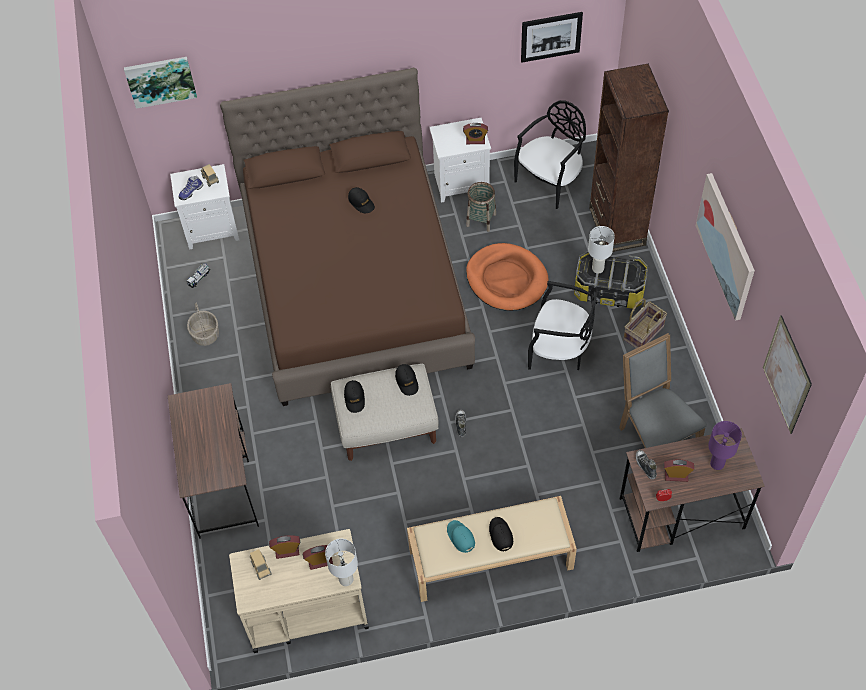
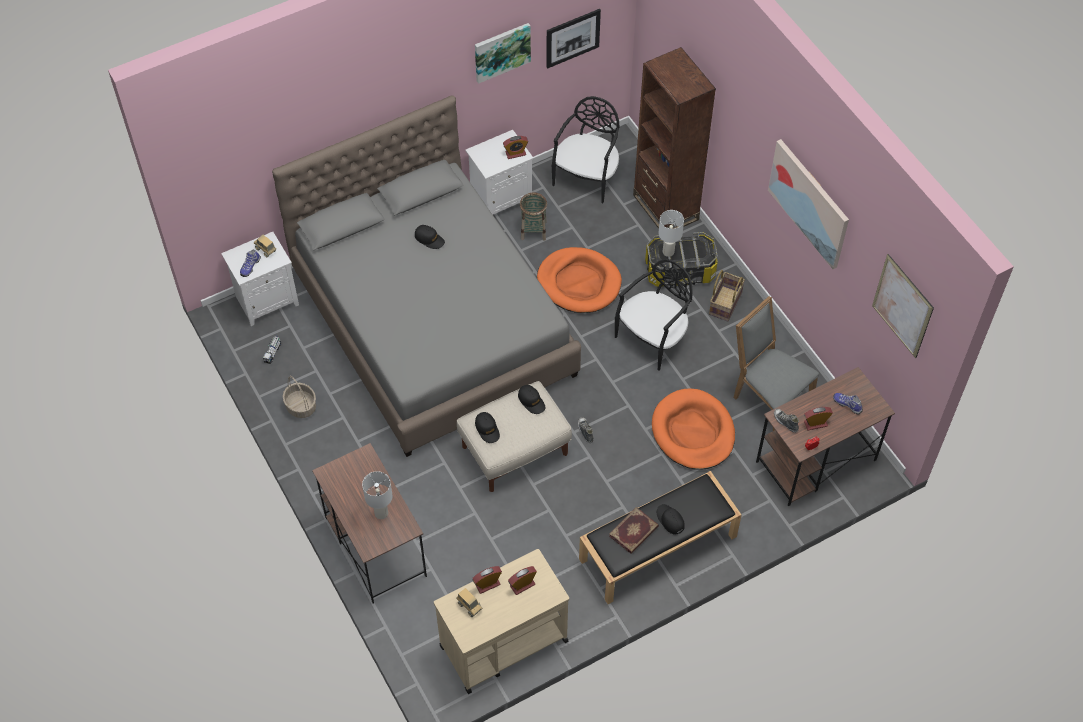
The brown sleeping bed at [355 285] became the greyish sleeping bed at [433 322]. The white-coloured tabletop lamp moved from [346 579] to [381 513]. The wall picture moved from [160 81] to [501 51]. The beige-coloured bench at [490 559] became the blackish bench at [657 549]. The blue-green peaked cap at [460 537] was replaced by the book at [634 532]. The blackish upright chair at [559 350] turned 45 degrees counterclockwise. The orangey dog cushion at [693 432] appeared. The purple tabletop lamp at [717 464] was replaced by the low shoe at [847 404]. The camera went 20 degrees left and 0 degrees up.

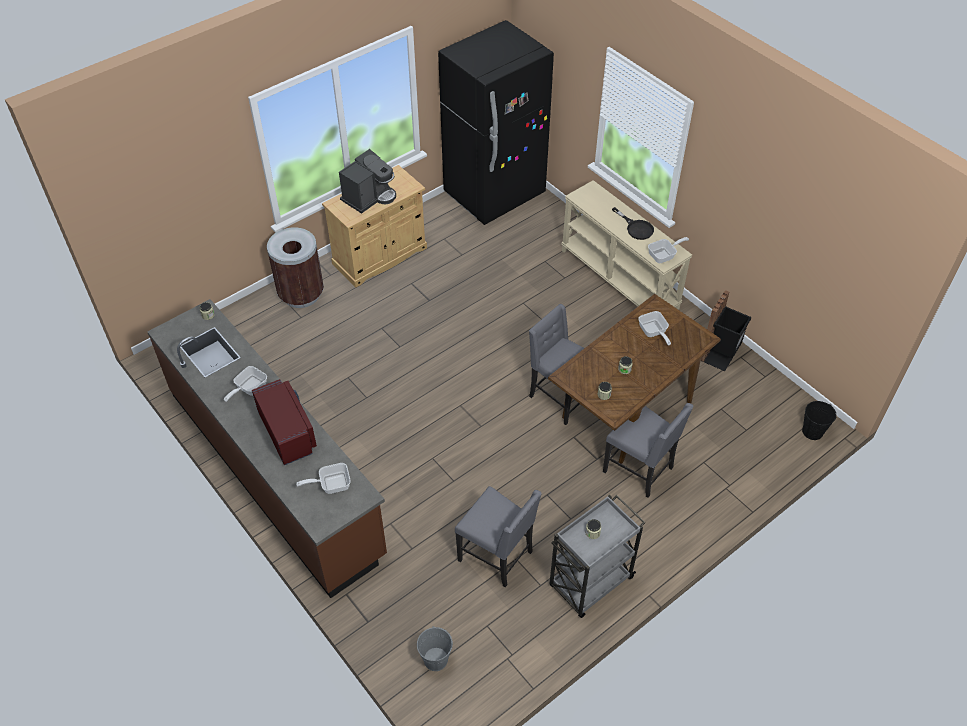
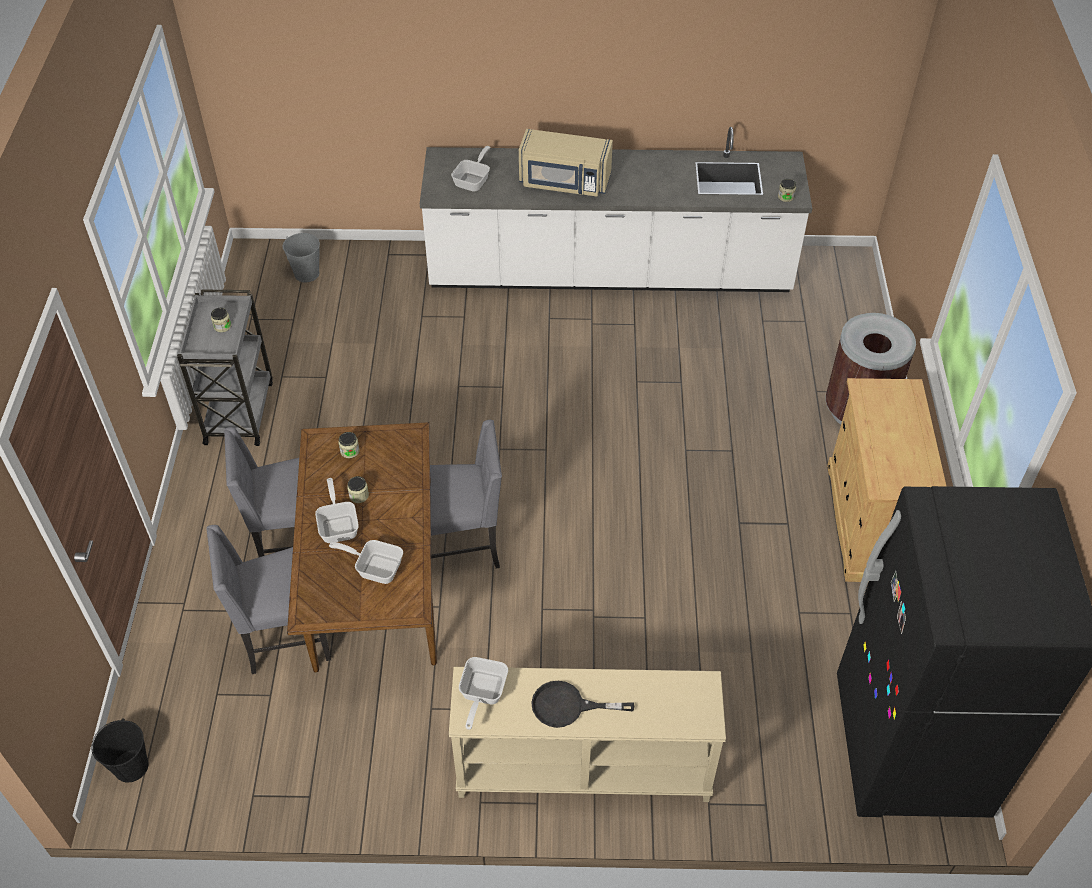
The greyish upright chair moved from [497 556] to [284 638]. The pan moved from [249 389] to [339 525]. The brown kitchen counter at [275 471] became the white-coloured kitchen counter at [609 273]. The red microwave oven at [288 432] became the beige-coloured microwave oven at [564 182]. The coffee machine at [369 197] disappeared. The blackish waste bin at [720 355] disappeared. The camera went 130 degrees right and 0 degrees up.

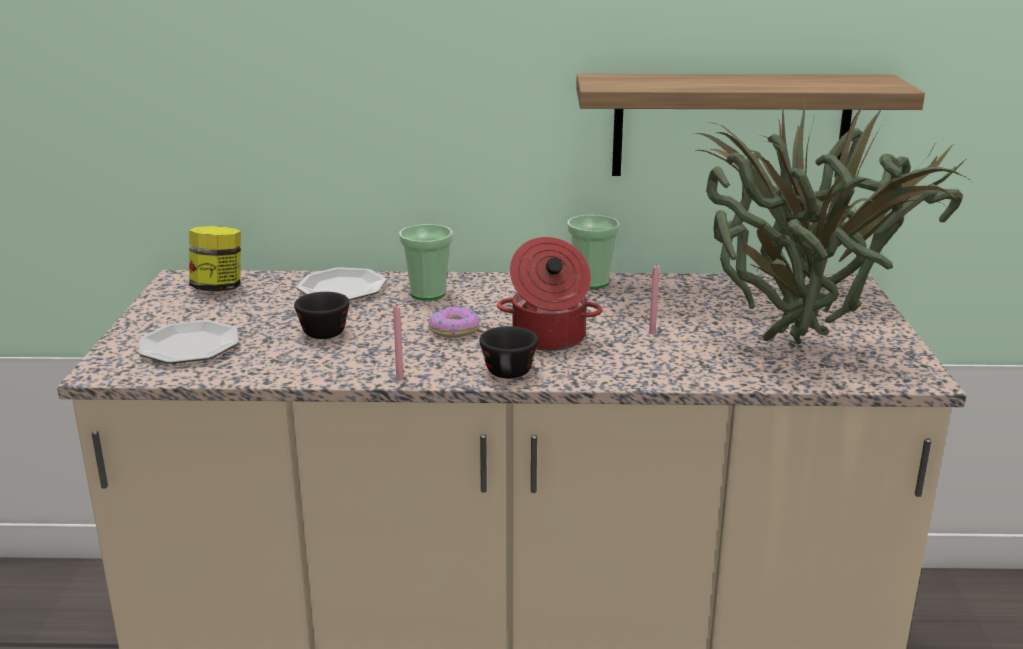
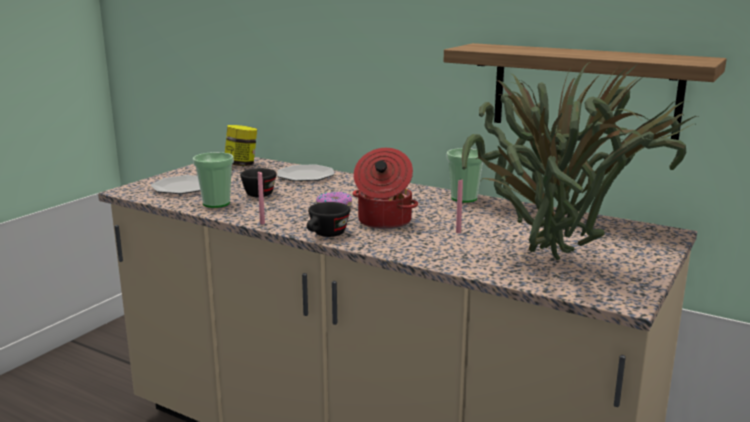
The small cup moved from [428 293] to [216 203]. The camera went 30 degrees right and 5 degrees down.

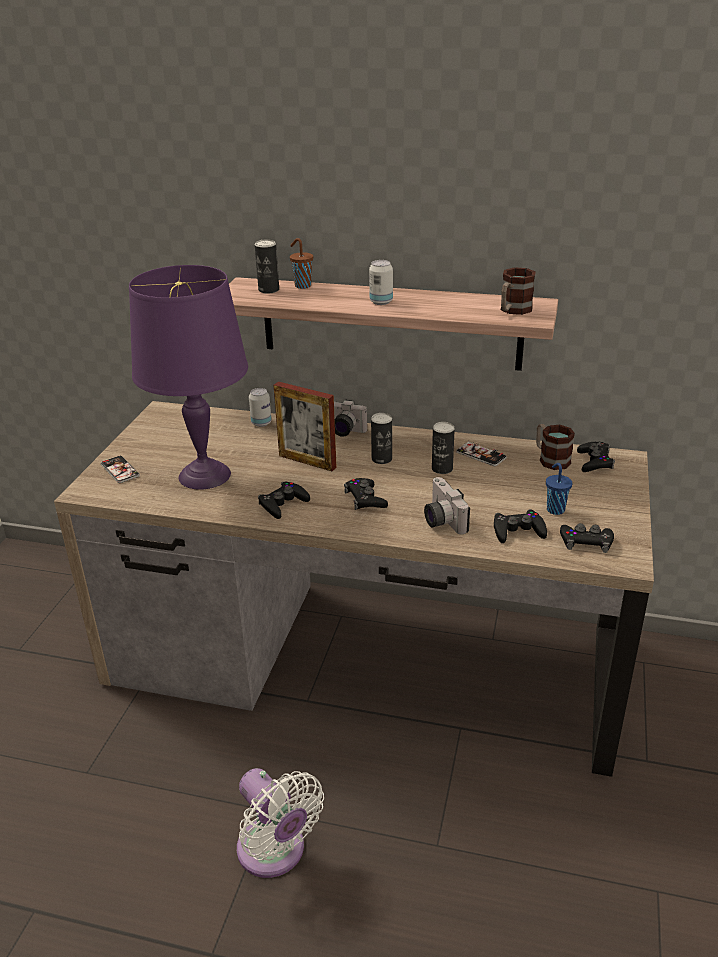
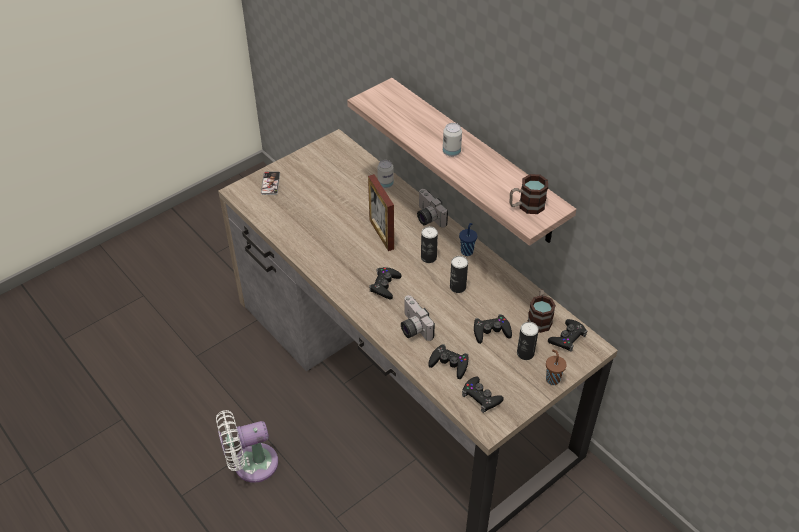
The white-coloured cooling fan at [275 853] turned 75 degrees clockwise. The photo camera at [440 520] turned 45 degrees counterclockwise. The blue-coloured small cup moved from [555 509] to [467 251]. The blackish joypad moved from [283 504] to [491 331]. The metal can moved from [269 290] to [525 353]. The brown small cup moved from [302 286] to [552 379]. The purple tabletop lamp at [204 475] disappeared. The telephone at [481 455] disappeared. The camera went 35 degrees right and 15 degrees up.

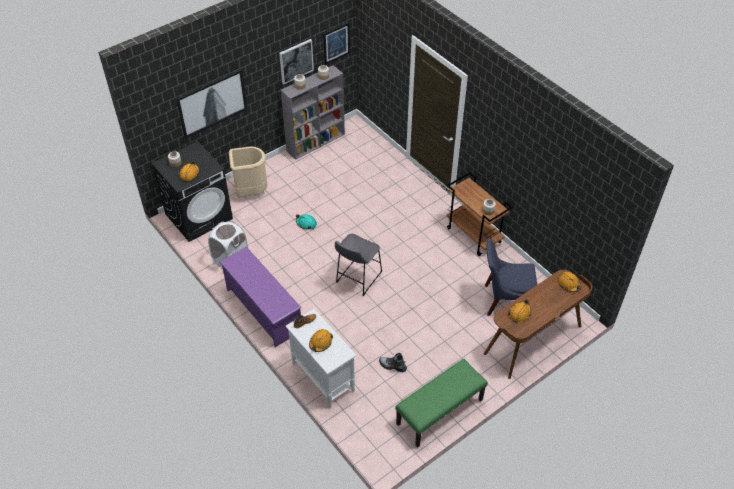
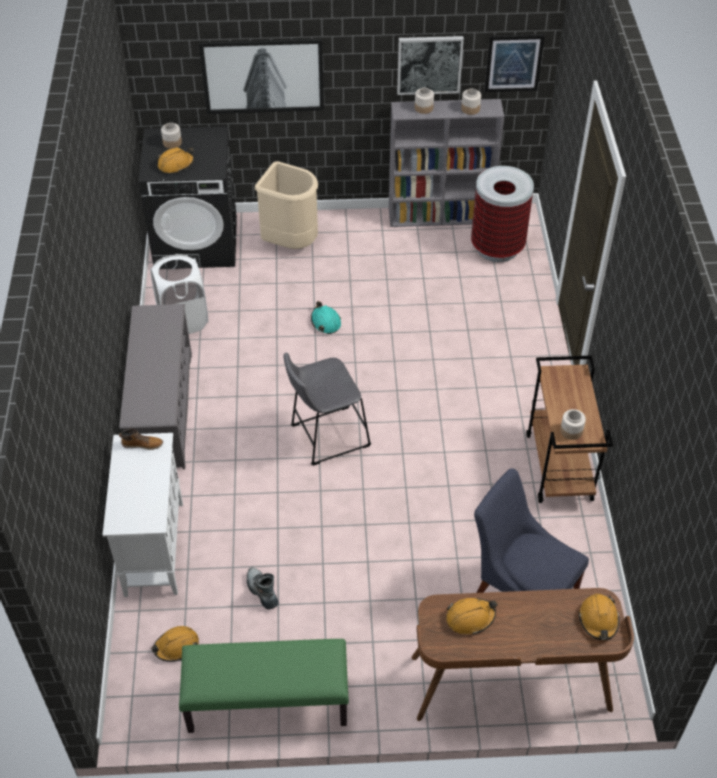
The purple shoe stand at [263 310] became the greyish shoe stand at [162 410]. The orangey hard hat moved from [320 342] to [176 646]. The waste bin at [497 247] appeared. The camera went 35 degrees right and 0 degrees up.

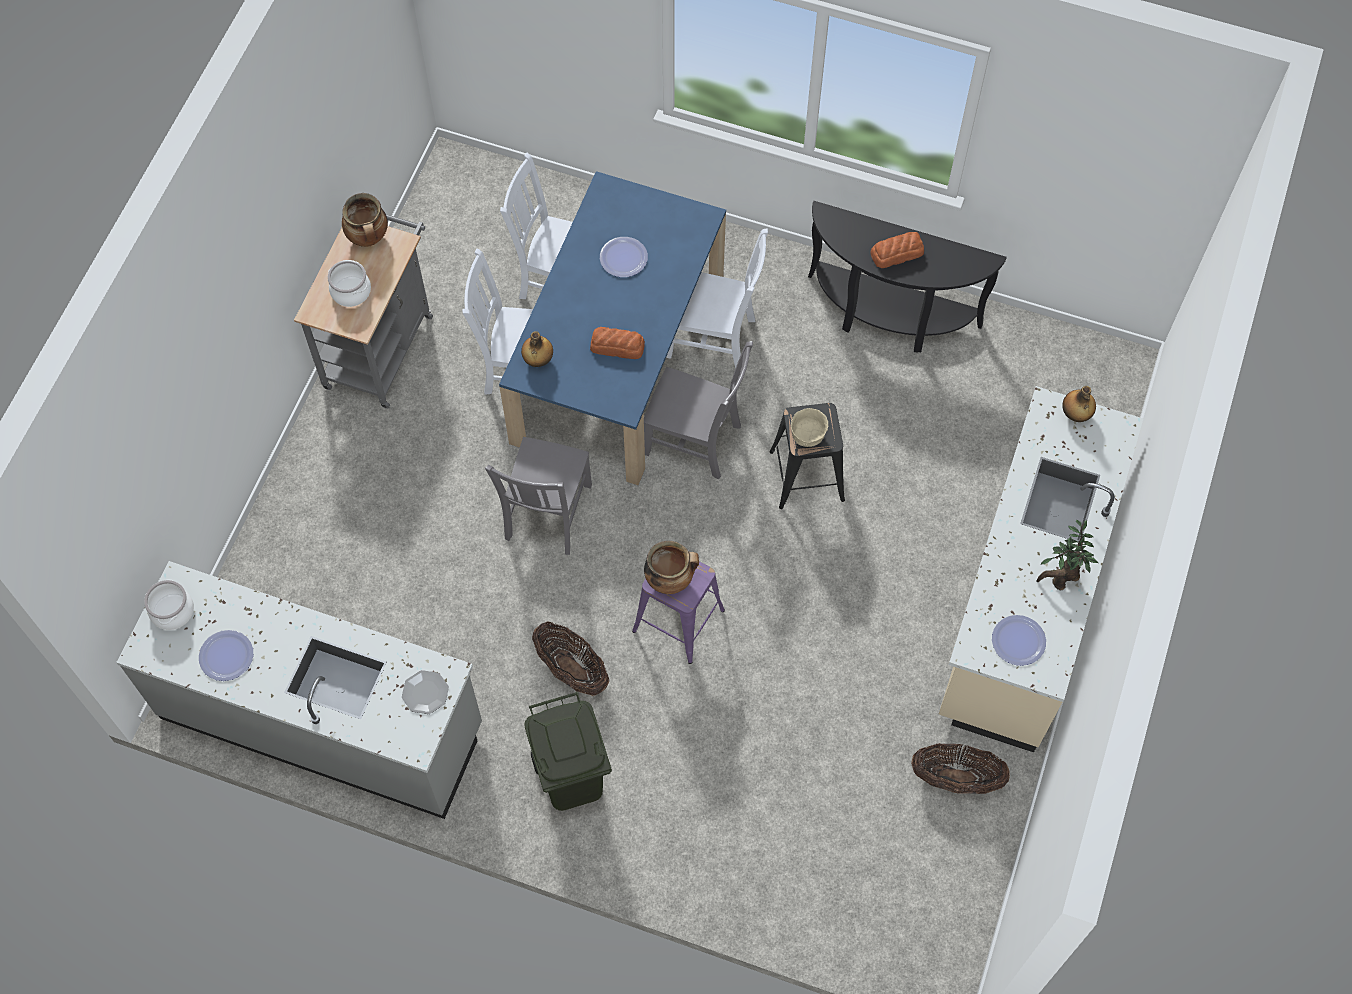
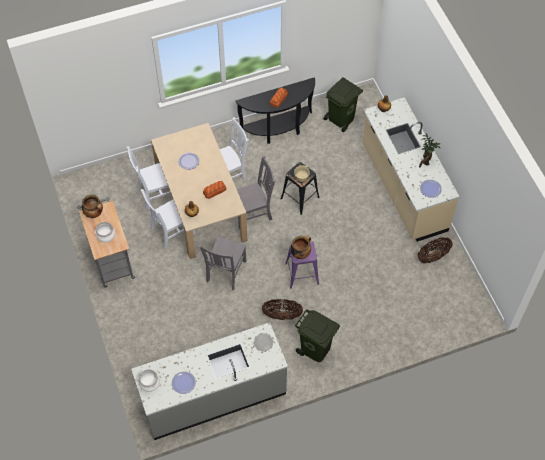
The blue-coloured kitchen table at [617 358] became the beige-coloured kitchen table at [200 204]. The greyish upright chair at [547 515] turned 45 degrees clockwise. The green-coloured waste bin at [341 119] appeared. The camera went 40 degrees left and 5 degrees down.

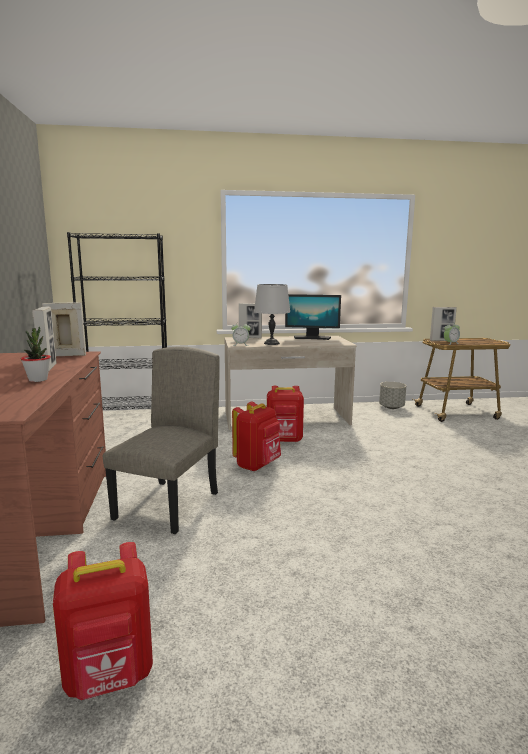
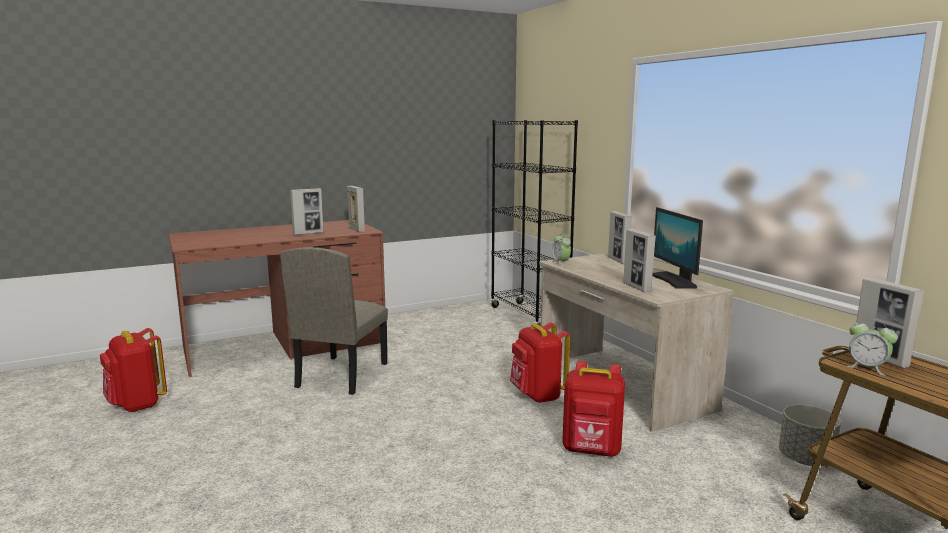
The beige-coloured upright chair at [168 506] turned 105 degrees clockwise. The red backpack moved from [257 465] to [592 451]. The picture frame at [637 287] appeared. The potted plant at [38 380] disappeared. The greyish tabletop lamp at [272 343] disappeared. The camera went 70 degrees right and 0 degrees up.

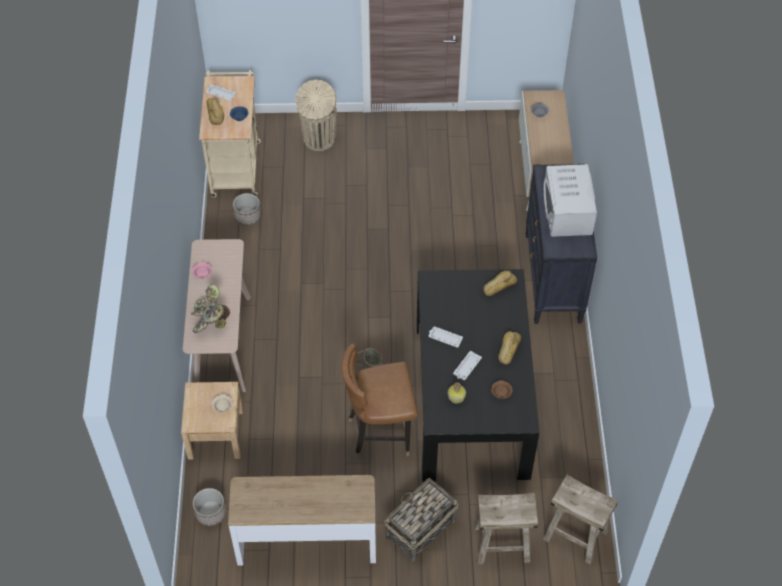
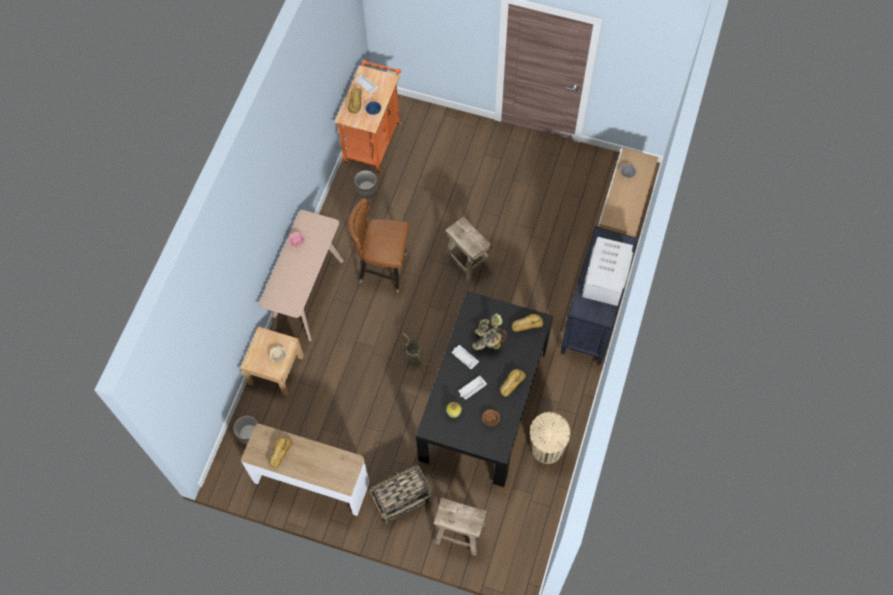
The bread at [279 452] appeared. The beige-coloured wheeled cart at [236 164] became the orangey wheeled cart at [374 139]. The brown upright chair moved from [380 434] to [384 270]. The beige-coloured sitting stool moved from [575 536] to [467 264]. The potted plant moved from [210 321] to [488 340]. The beige-coloured waste bin moved from [318 140] to [546 449]. The camera went 20 degrees right and 10 degrees up.

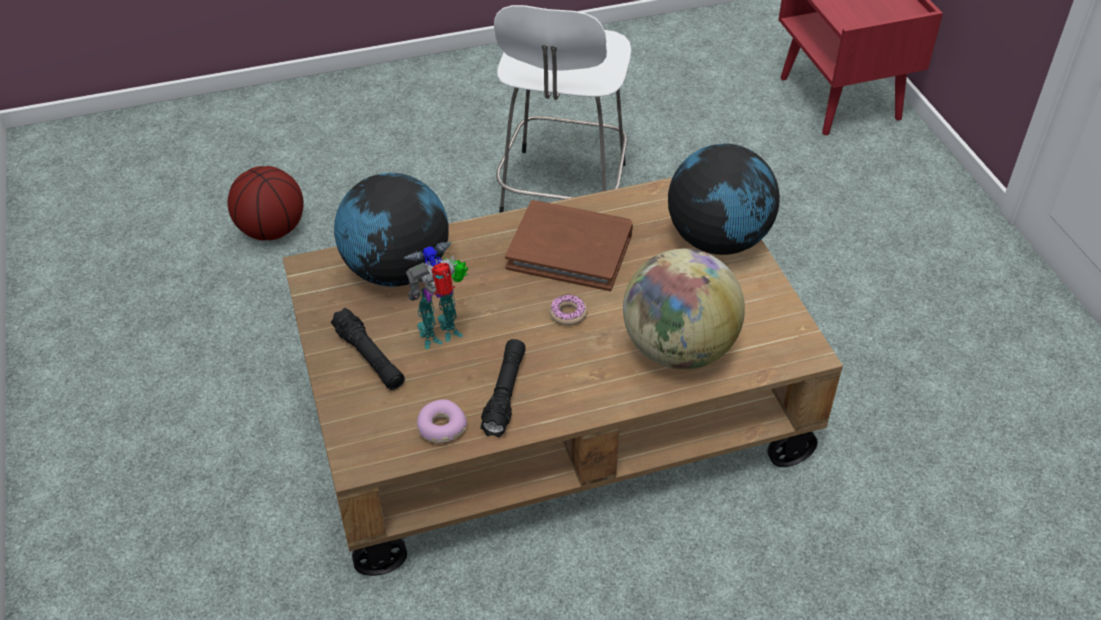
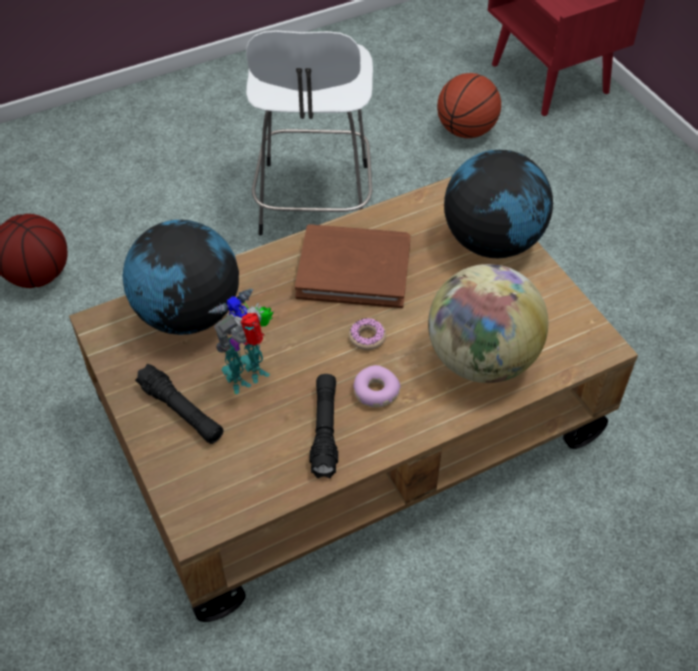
The donut moved from [441 427] to [375 392]. The ball for basketball at [466 130] appeared. The camera went 10 degrees left and 5 degrees up.

